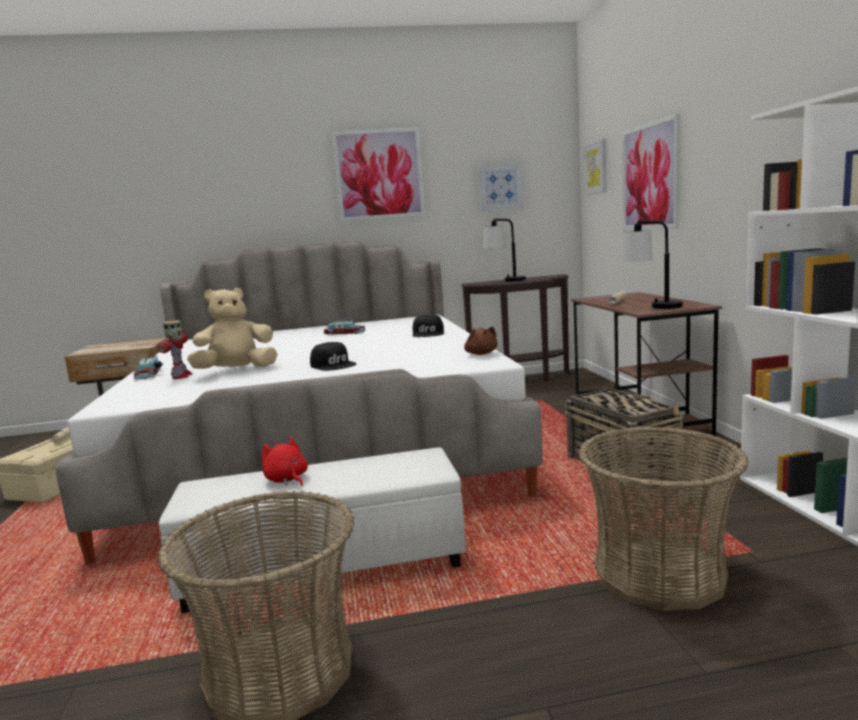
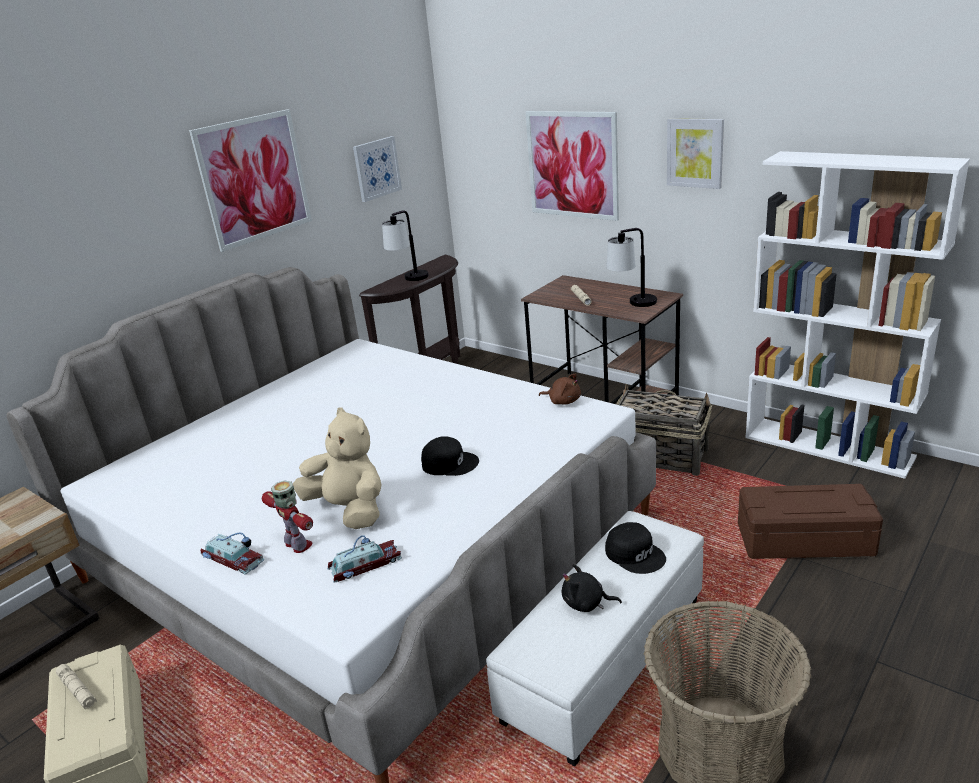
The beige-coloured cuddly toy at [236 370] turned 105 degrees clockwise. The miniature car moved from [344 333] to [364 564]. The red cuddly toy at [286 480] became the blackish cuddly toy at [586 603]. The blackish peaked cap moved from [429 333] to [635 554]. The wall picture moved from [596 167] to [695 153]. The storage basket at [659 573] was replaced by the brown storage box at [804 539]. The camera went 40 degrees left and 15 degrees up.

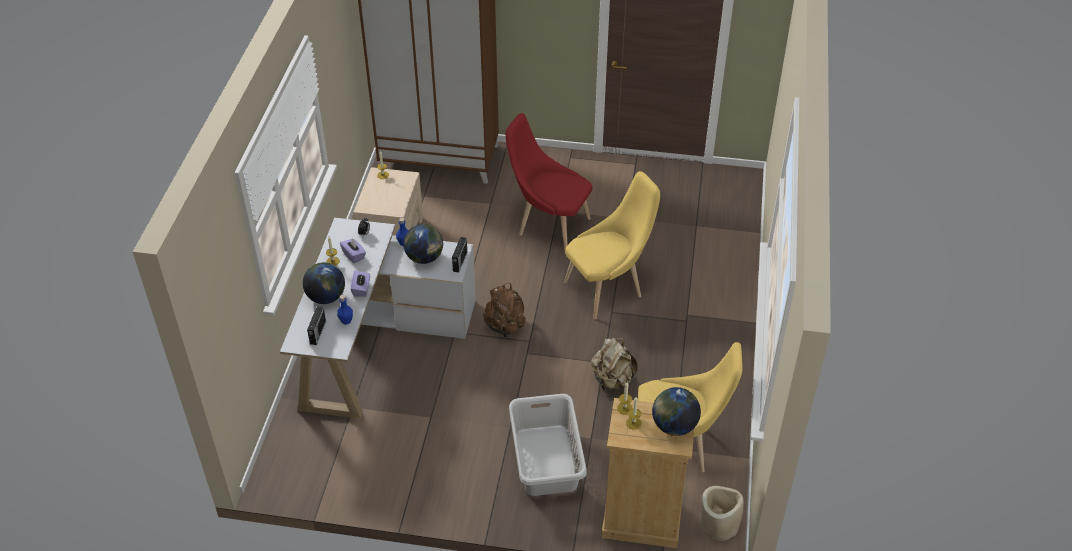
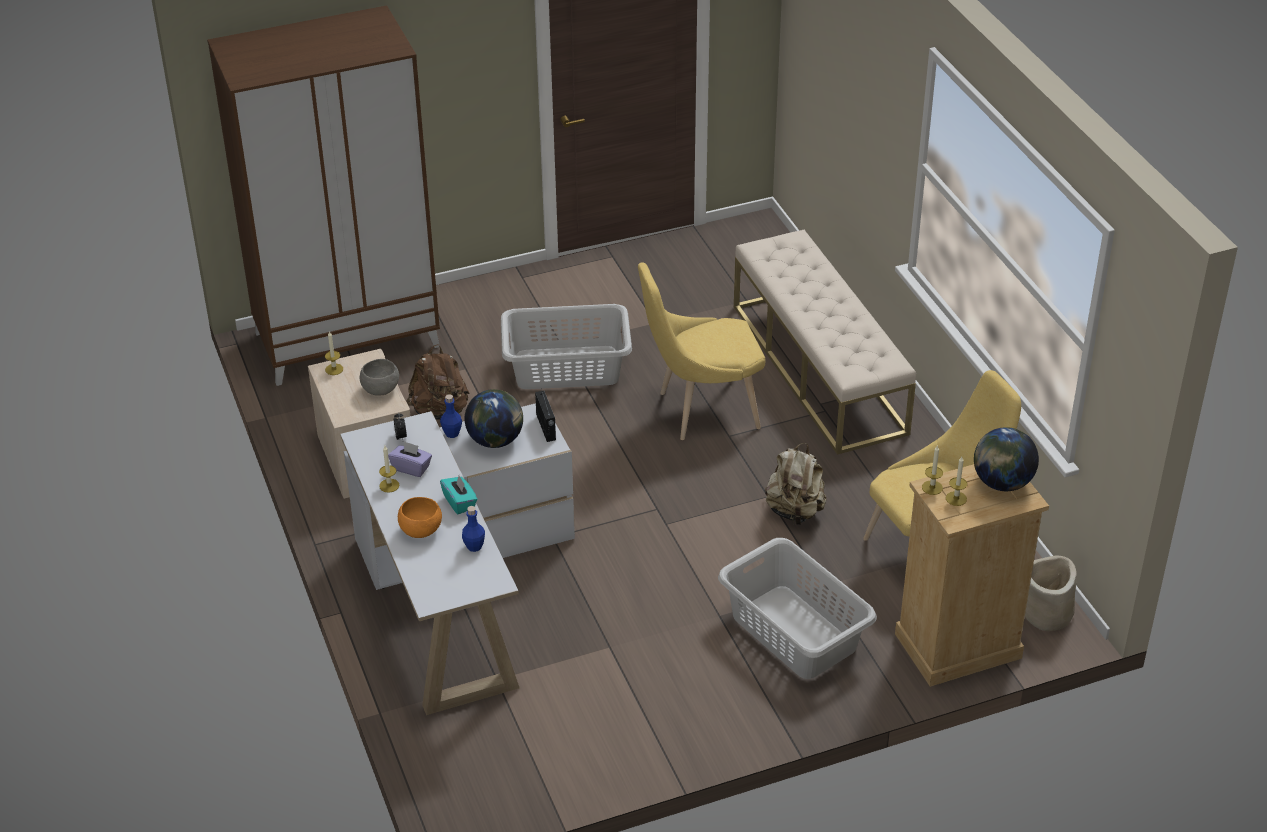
The greyish deep dish at [380 389] appeared. The desk globe at [326 297] was replaced by the orangey deep dish at [421 530]. The brown backpack moved from [505 326] to [440 412]. The purple box of tissues at [361 289] became the blue-green box of tissues at [459 502]. The red upright chair at [549 226] was replaced by the greyish hamper at [566 367]. The yellow-coloured upright chair at [608 288] turned 135 degrees counterclockwise. The beige-coloured bench at [818 368] appeared. The radio set at [317 333] disappeared. The camera went 30 degrees left and 5 degrees down.

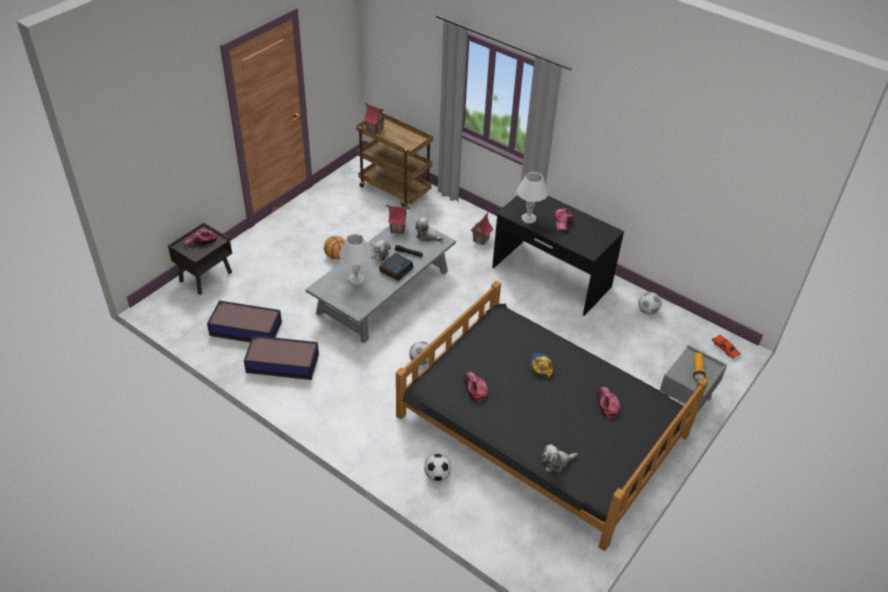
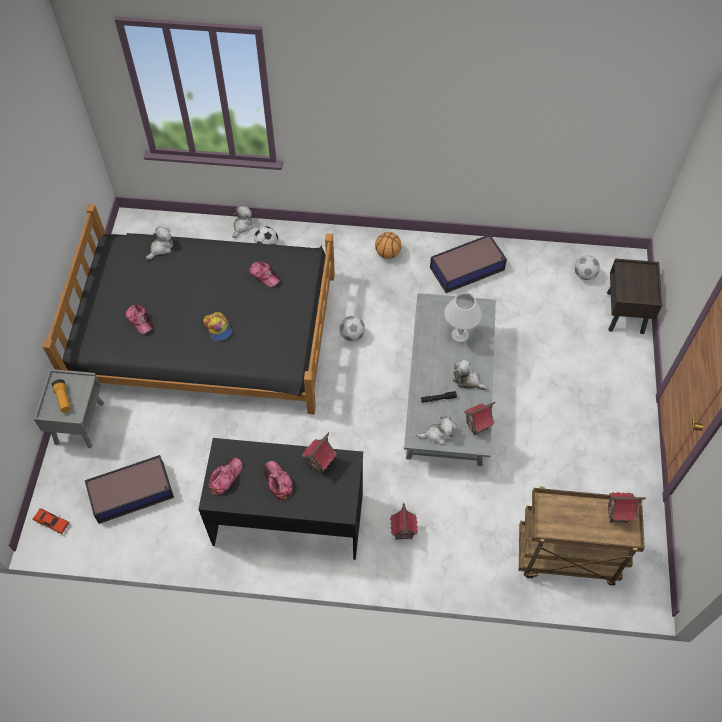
The storage box moved from [245 328] to [133 493]. The peaked cap moved from [201 241] to [225 477]. The cuddly toy at [242 226] appeared. The white-coloured tabletop lamp at [529 219] was replaced by the model house at [319 463]. The ball for basketball moved from [336 256] to [388 253]. The football moved from [647 311] to [584 275]. The bedside clock at [396 269] disappeared. The camera went 150 degrees right and 15 degrees up.

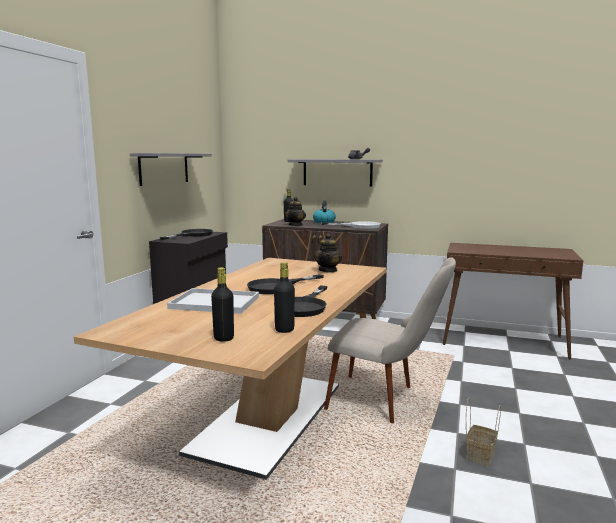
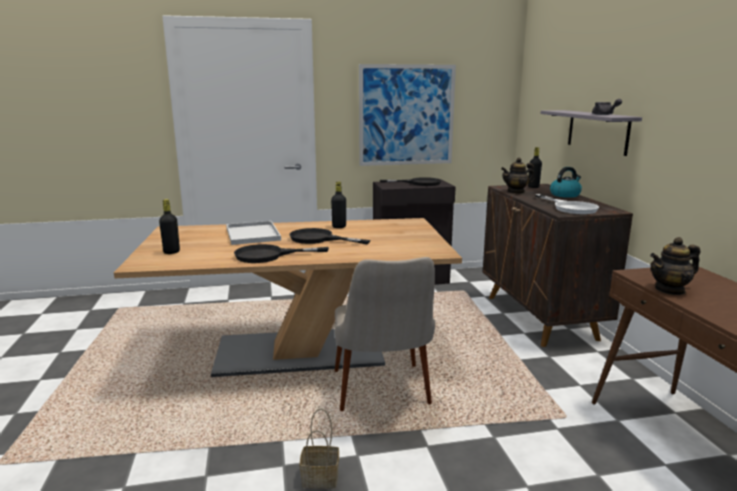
The blackish beverage bottle moved from [284 330] to [339 227]. The greyish wall shelf at [164 168] was replaced by the wall picture at [406 115]. The tea pot moved from [328 270] to [670 290]. The camera went 60 degrees right and 5 degrees up.

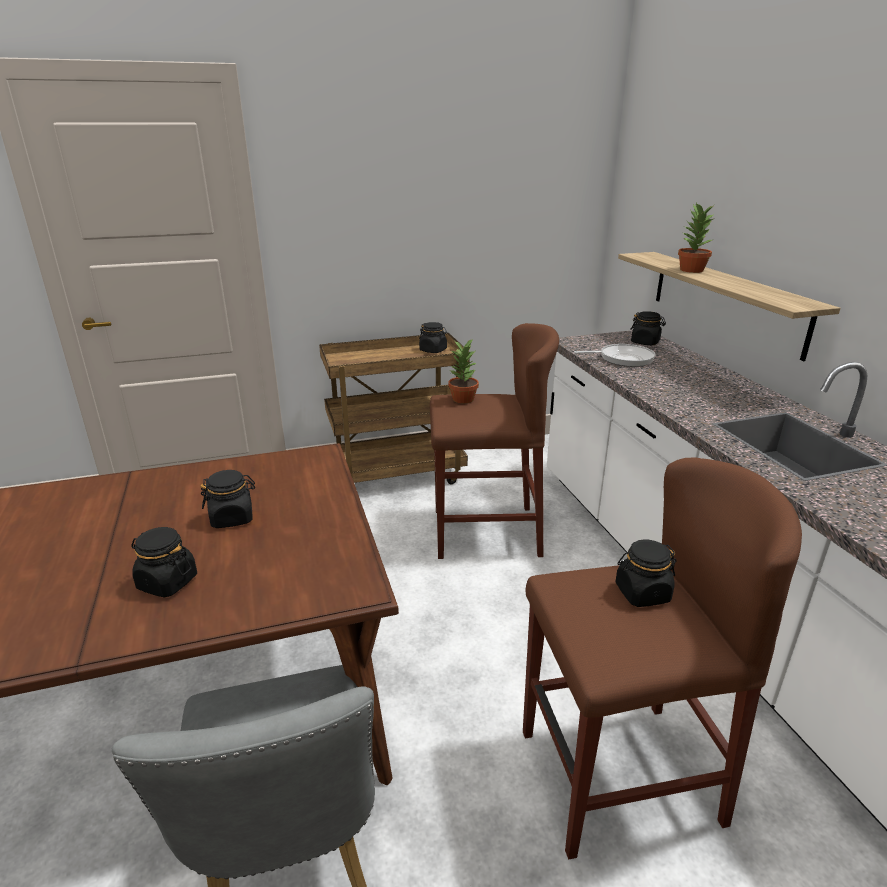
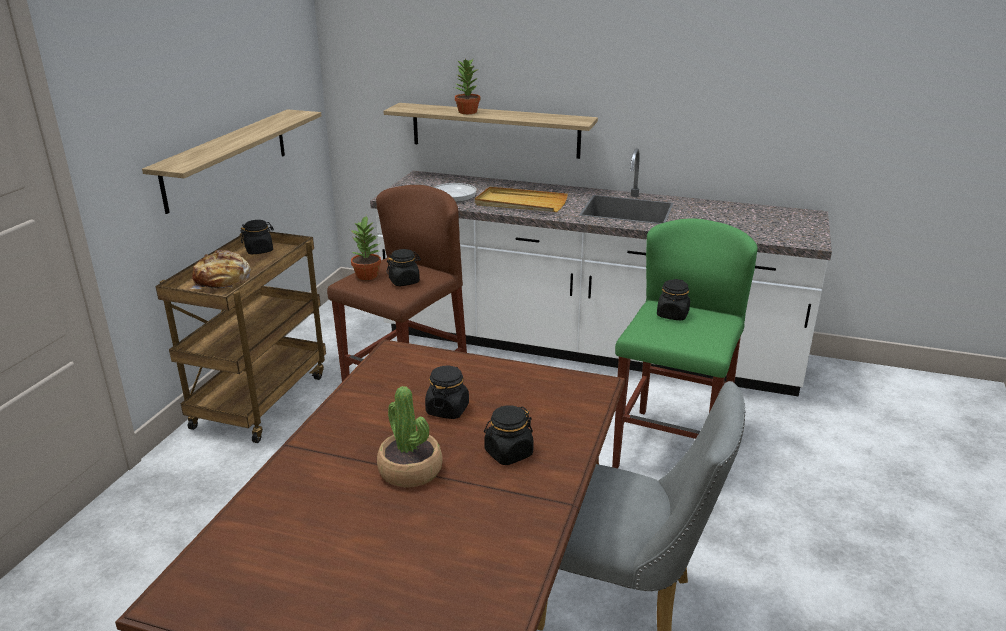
The wall shelf at [227 158] appeared. The bread at [223 281] appeared. The potted plant at [410 470] appeared. The blackish preserve jar moved from [645 342] to [404 281]. The beige-coloured tray at [520 203] appeared. The brown sitting stool at [617 775] became the green-coloured sitting stool at [671 449]. The camera went 55 degrees left and 0 degrees up.

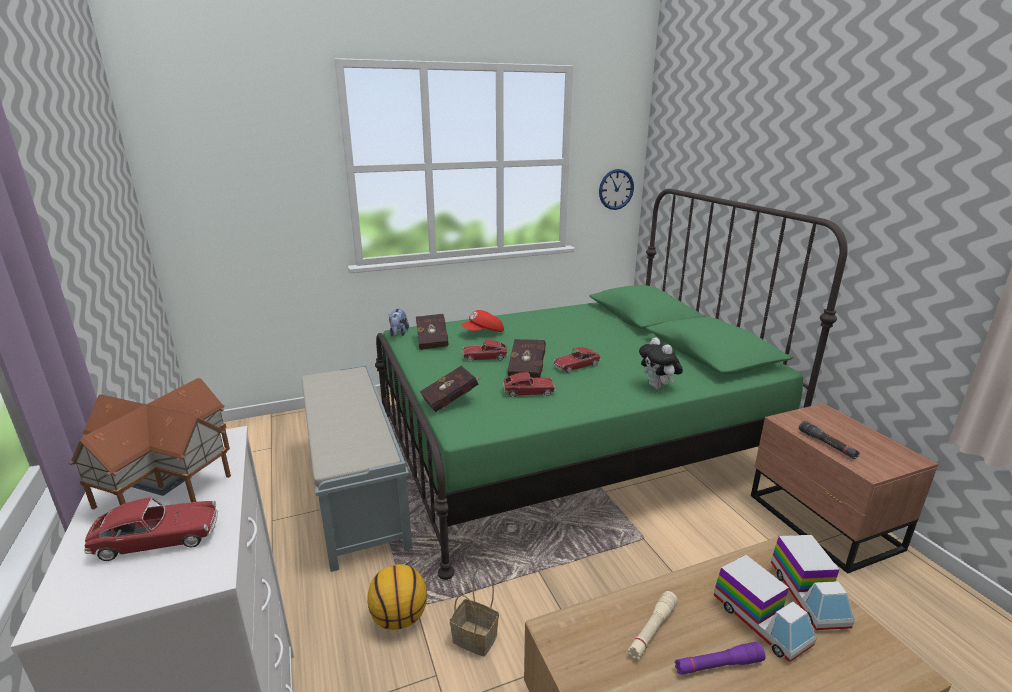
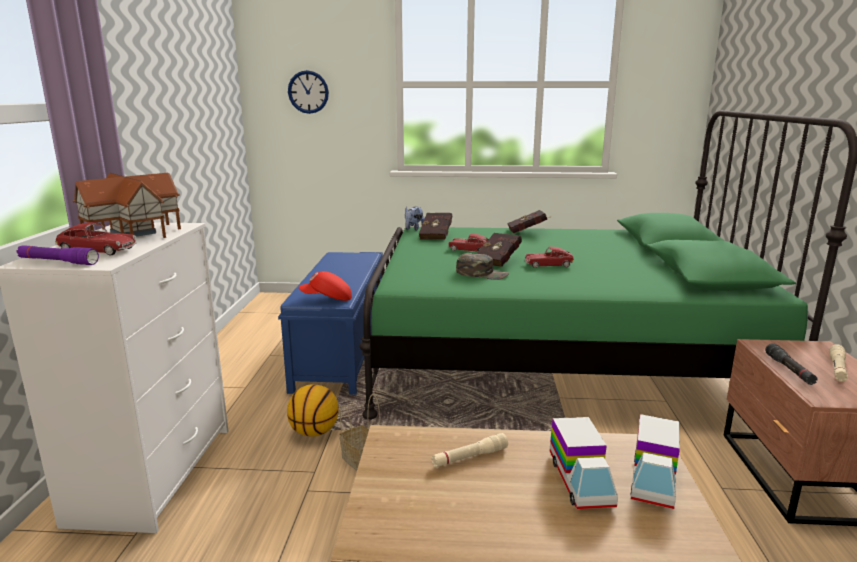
The purple torch moved from [718 665] to [58 262]. The greyish bench at [356 492] became the blue-coloured bench at [342 351]. The clock on the wall moved from [616 189] to [308 92]. The red peaked cap moved from [483 333] to [327 299]. The miniature car at [528 392] was replaced by the green-coloured peaked cap at [482 273]. The red book moved from [452 401] to [528 232]. The beige-coloured torch at [837 369] appeared. The cuddly toy at [658 387] disappeared. The camera went 25 degrees right and 5 degrees down.

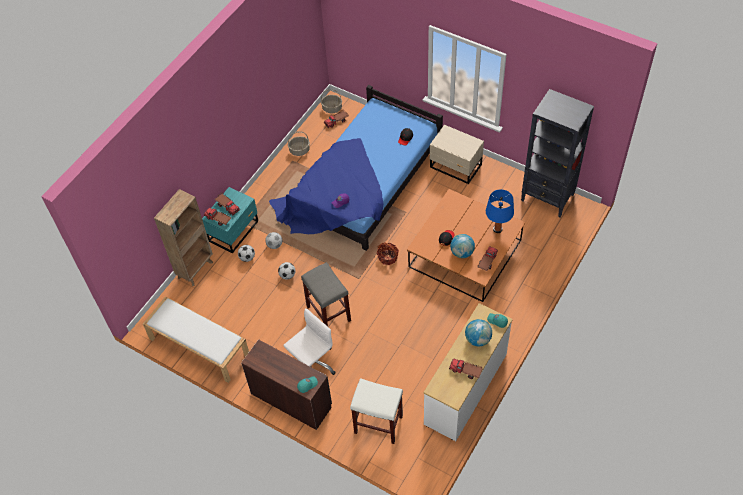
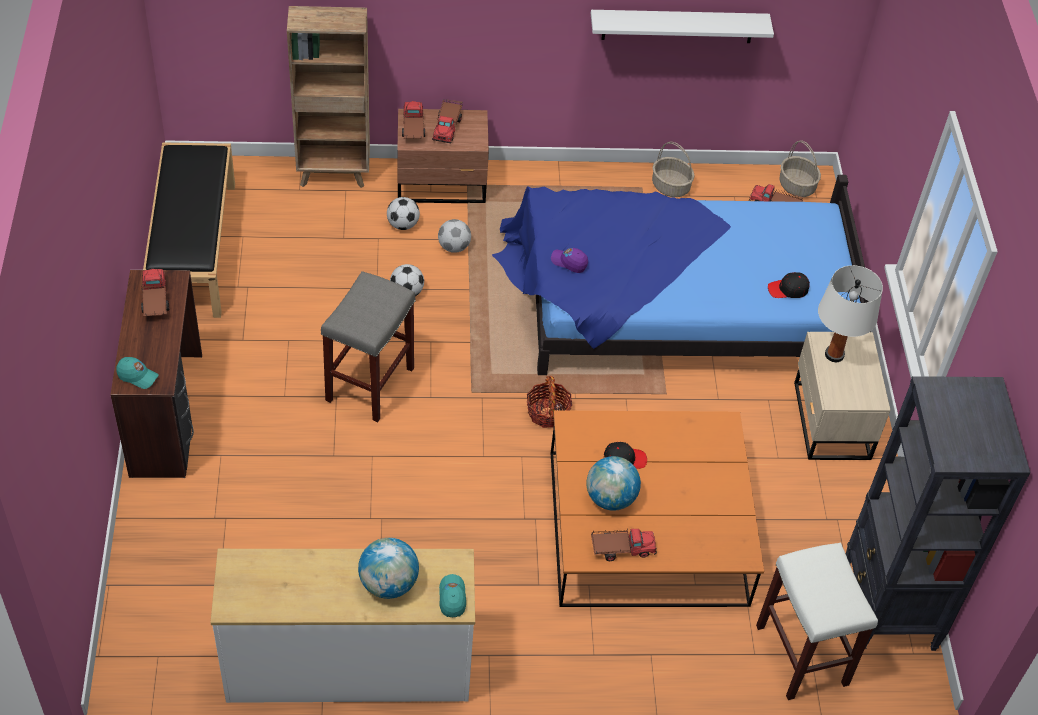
The model truck moved from [466 371] to [154 300]. The white-coloured bench at [198 346] became the blackish bench at [193 247]. The blue-green nightstand at [235 231] became the brown nightstand at [443 184]. The white-coloured wall shelf at [678 26] appeared. The white-coloured sitting stool moved from [377 424] to [800 654]. The white-coloured tabletop lamp at [834 355] appeared. The white-coloured computer chair at [312 363] disappeared. The blue-coloured tabletop lamp at [497 229] disappeared. The camera went 50 degrees right and 5 degrees down.

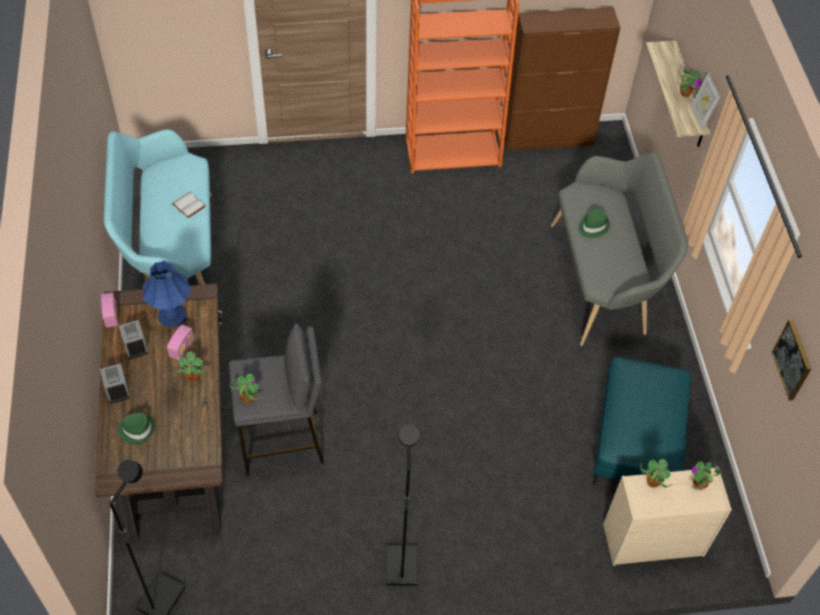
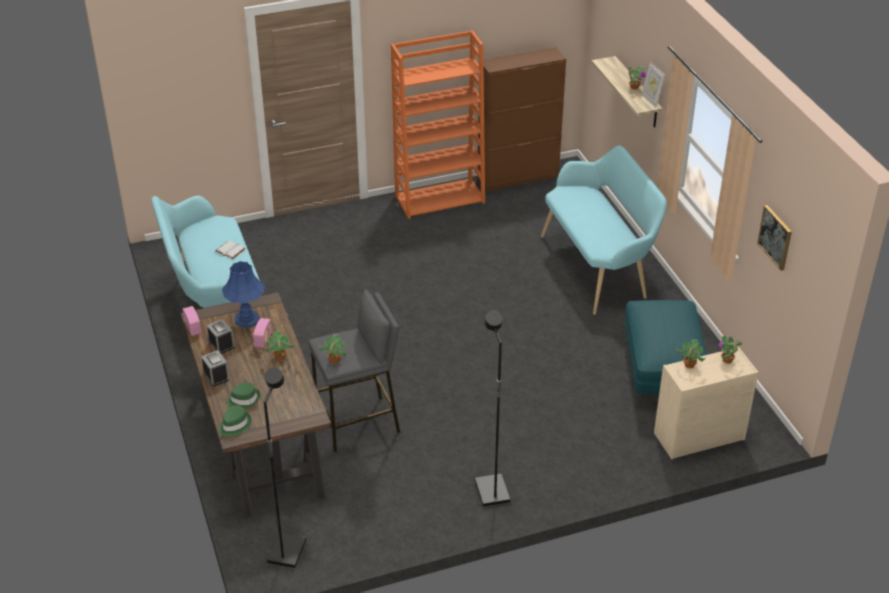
The green-coloured wearable hat moved from [593 226] to [234 425]. The greyish bench at [604 280] became the blue-green bench at [599 267]. The camera went 10 degrees left and 15 degrees down.

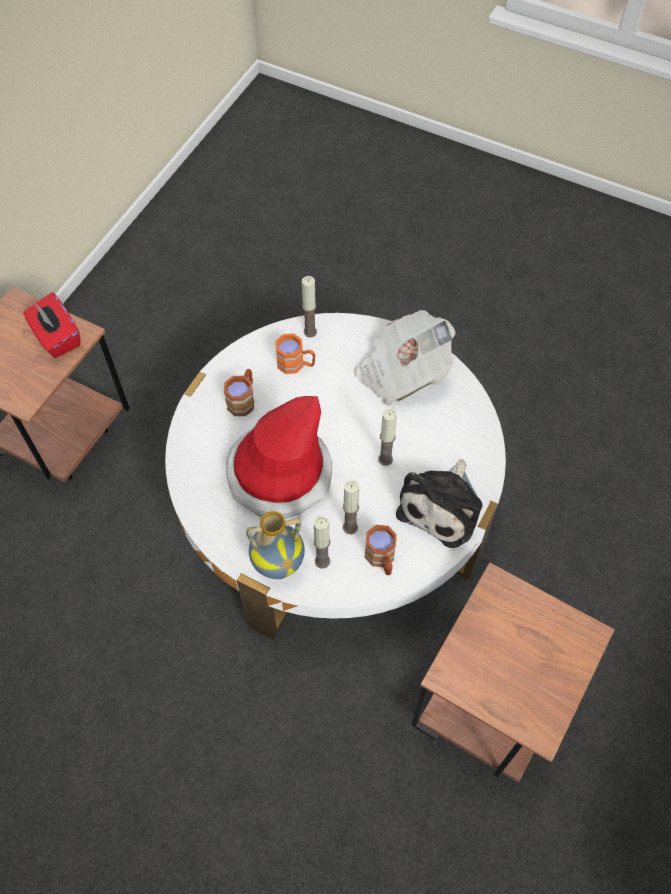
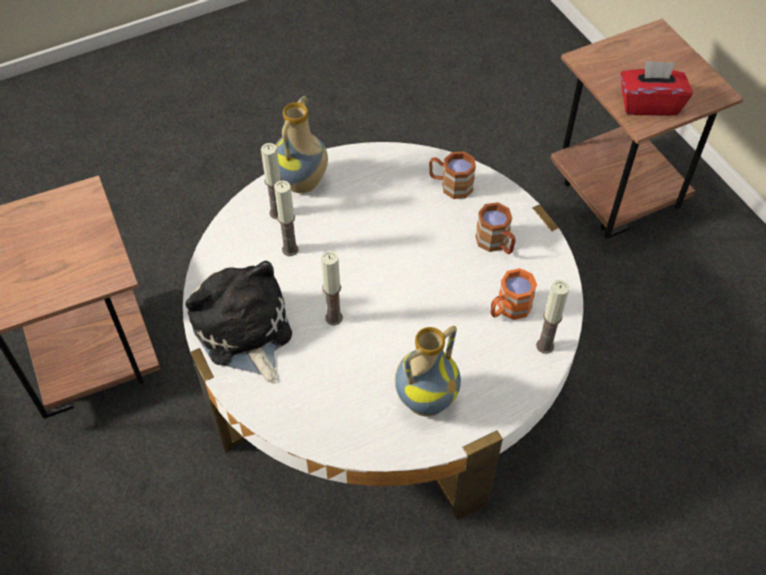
The printed paper at [402 372] was replaced by the vase at [425 399]. The brown mug moved from [381 559] to [450 185]. The wearable hat at [279 474] disappeared. The camera went 125 degrees right and 5 degrees down.

